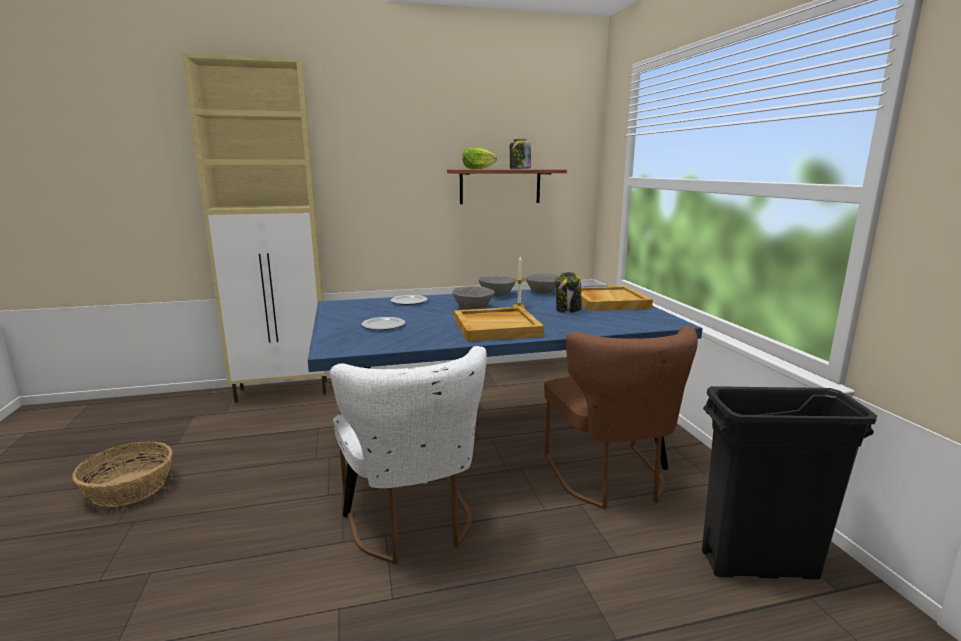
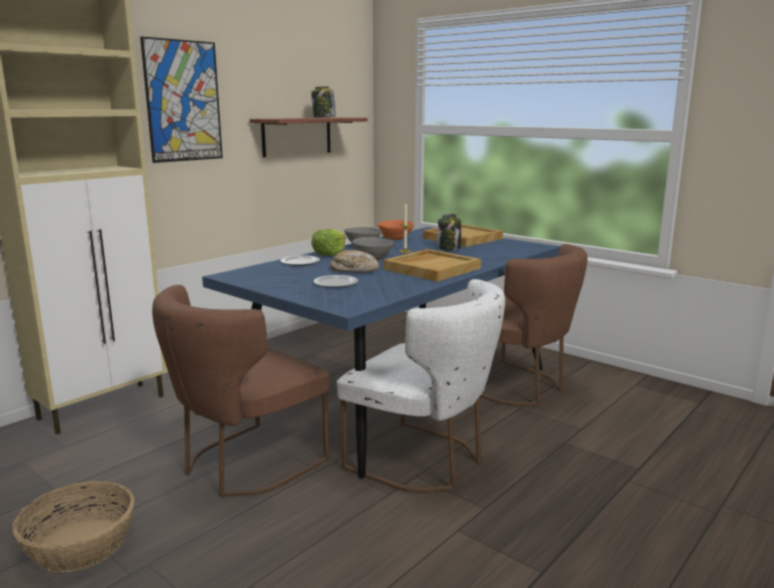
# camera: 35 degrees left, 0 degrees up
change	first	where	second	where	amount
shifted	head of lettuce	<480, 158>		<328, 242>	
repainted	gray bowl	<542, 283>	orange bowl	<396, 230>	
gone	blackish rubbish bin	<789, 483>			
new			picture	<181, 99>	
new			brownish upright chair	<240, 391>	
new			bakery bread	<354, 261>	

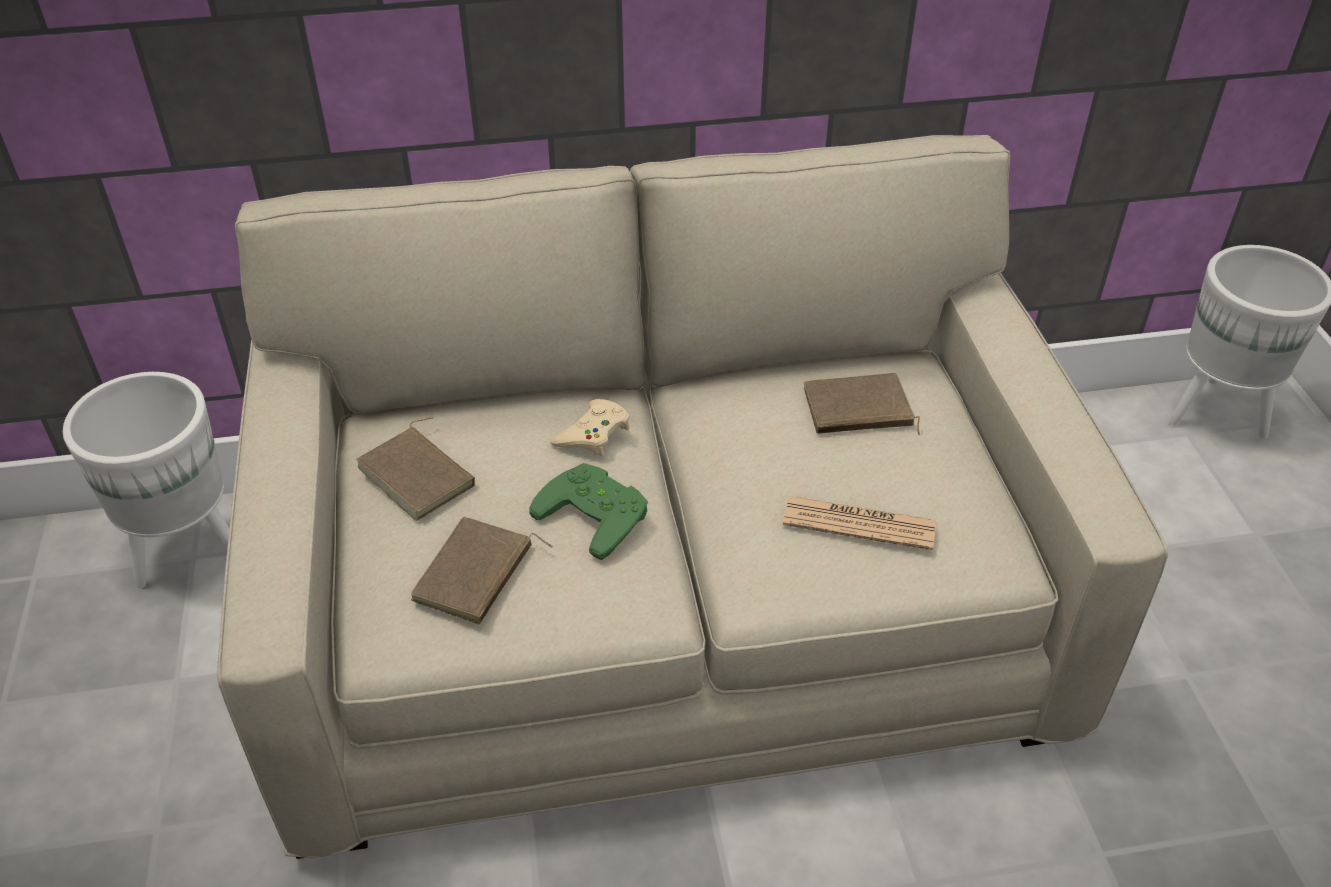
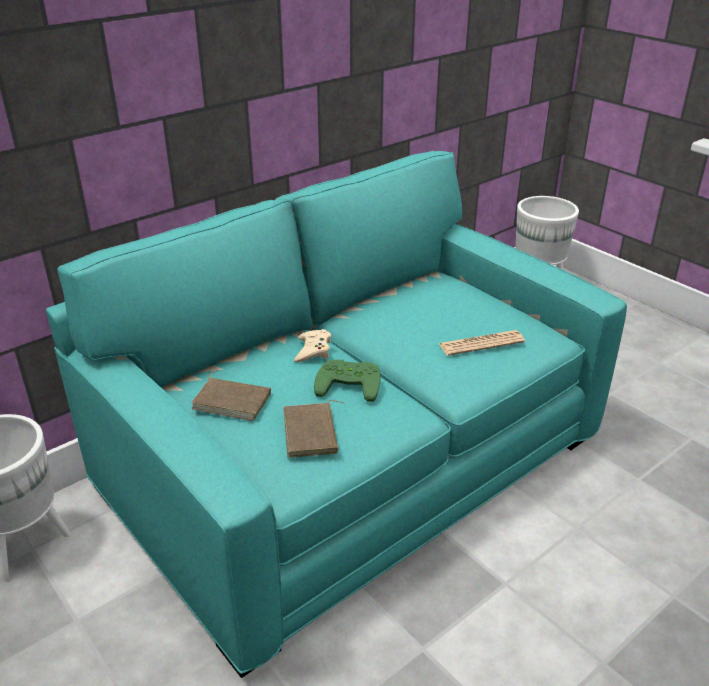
# camera: 30 degrees left, 10 degrees down
change	first	where	second	where	amount
repainted	sand-coloured sofa	<692, 497>	turquoise-coloured sofa	<336, 414>	
gone	brownish volume	<861, 404>			

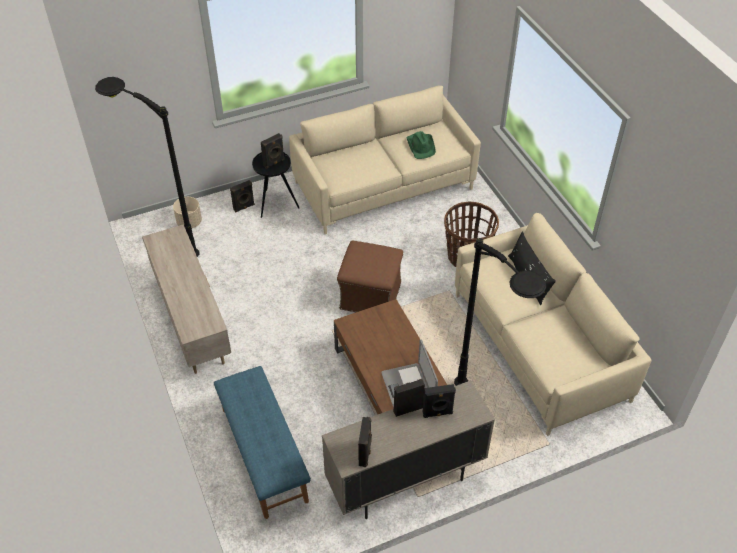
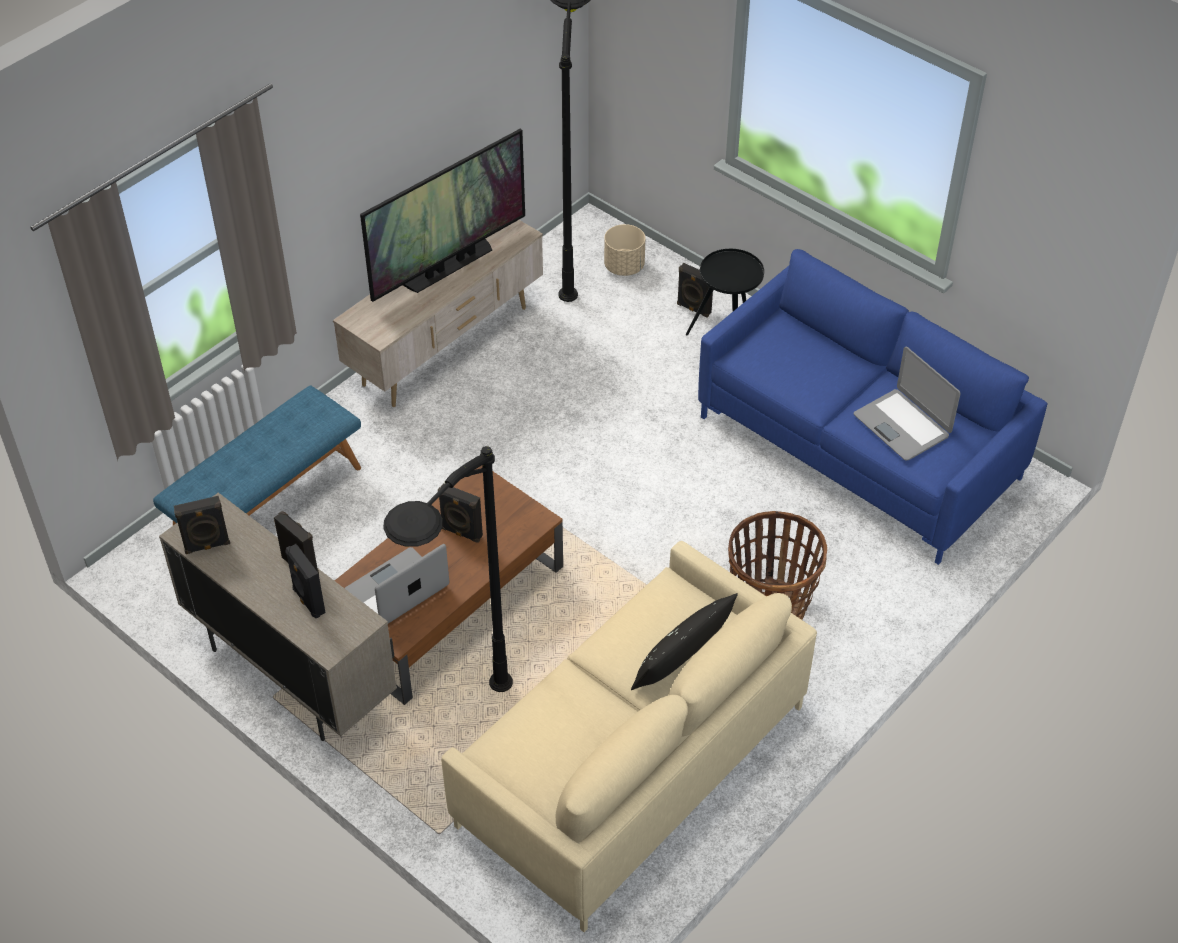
# camera: 65 degrees right, 0 degrees up
change	first	where	second	where	amount
shifted	blackish speaker	<273, 151>		<460, 513>	
repainted	sand-coloured sofa	<385, 160>	bluish sofa	<872, 407>	
gone	brownish ottoman	<370, 276>			
swapped	greenish hat	<421, 145>	laptop	<907, 404>	
new			TV	<442, 215>	

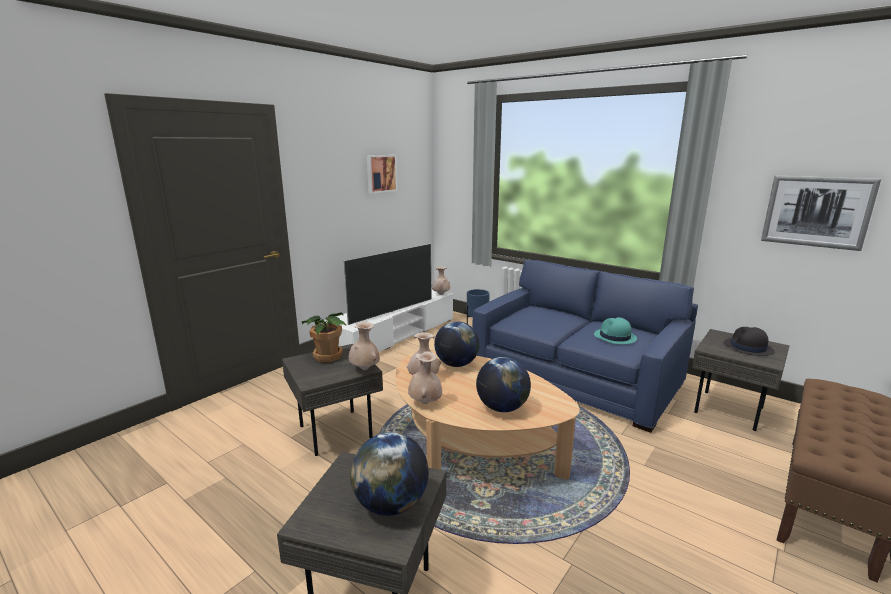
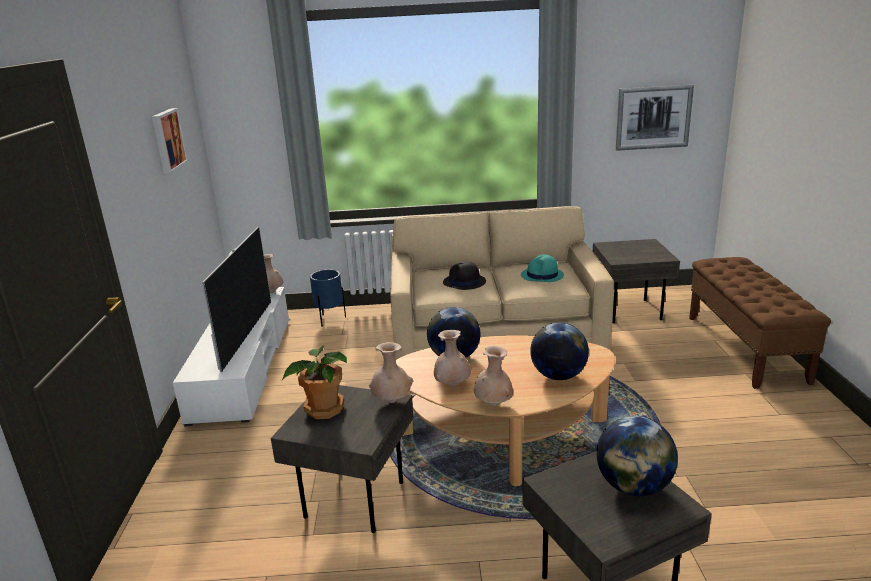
# camera: 40 degrees left, 5 degrees up
change	first	where	second	where	amount
repainted	bluish sofa	<585, 346>	sand-coloured sofa	<502, 283>	
shifted	blackish hat	<749, 341>		<464, 275>	

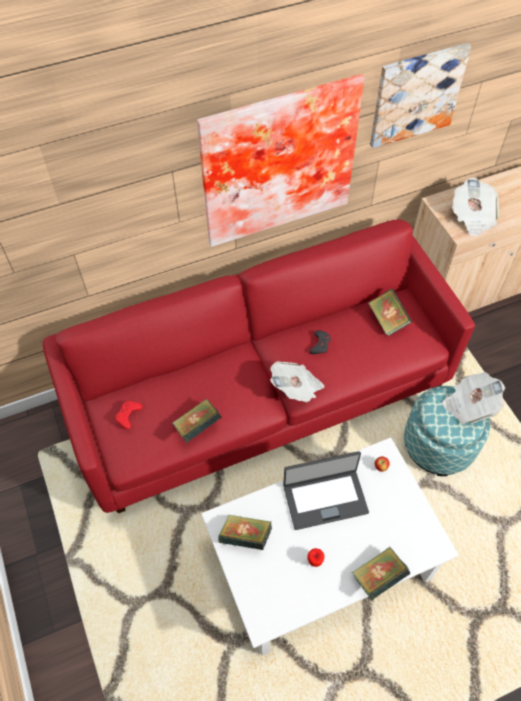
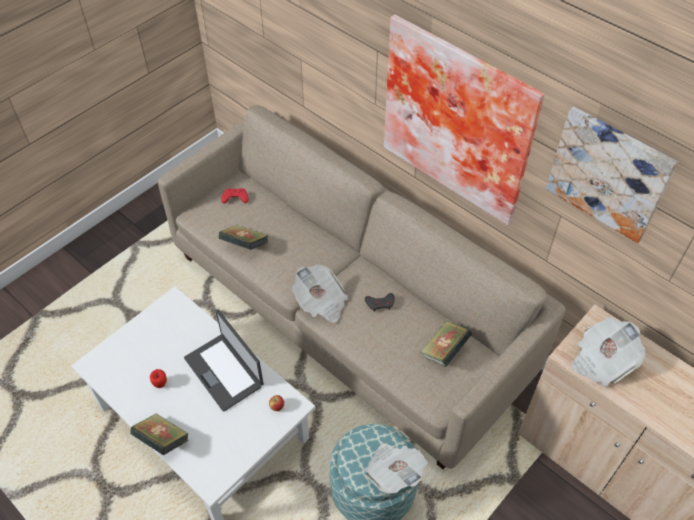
# camera: 65 degrees right, 5 degrees down
change	first	where	second	where	amount
repainted	red sofa	<259, 366>	sand-coloured sofa	<361, 287>	
gone	volume	<245, 532>			

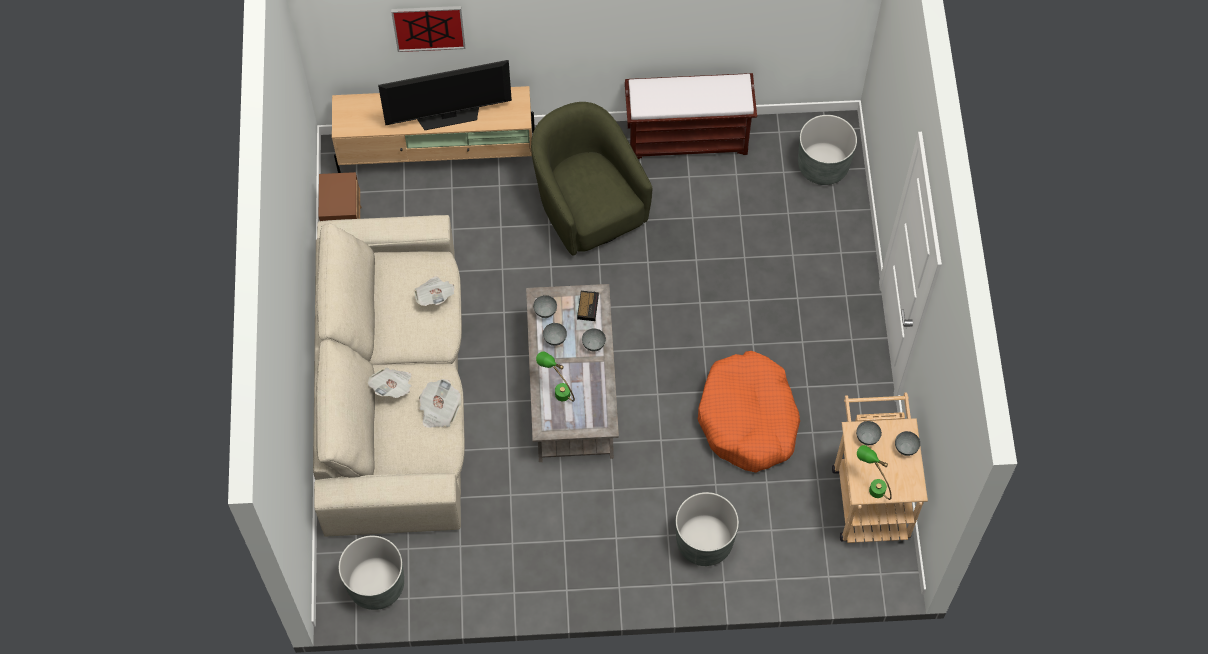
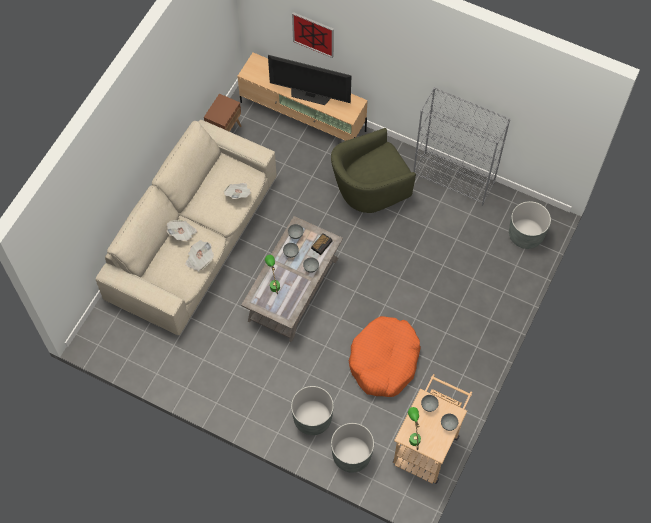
# camera: 30 degrees right, 0 degrees up
change	first	where	second	where	amount
shifted	gray planter	<371, 573>		<352, 447>	
rotated	greenish easy chair	<591, 179>		<373, 170>	120 degrees counterclockwise
swapped	brownish indoor bench	<691, 116>	gray shelving unit	<461, 146>	

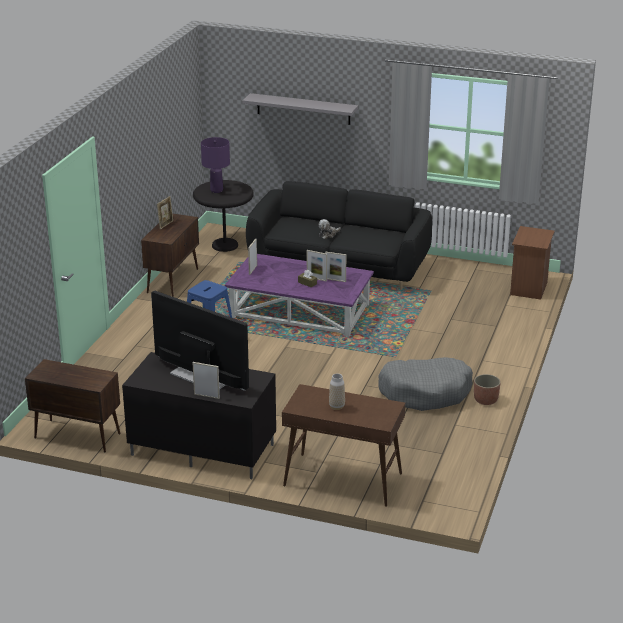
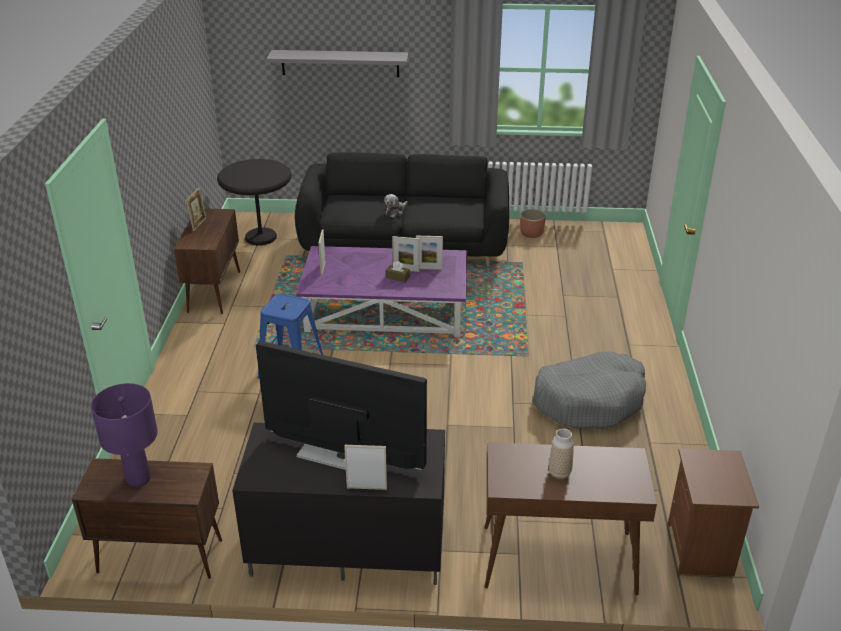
# camera: 15 degrees left, 5 degrees up
change	first	where	second	where	amount
shifted	purple tabletop lamp	<215, 165>		<124, 435>	
shifted	planter	<487, 389>		<533, 223>	
shifted	brownish nightstand	<532, 263>		<713, 513>	

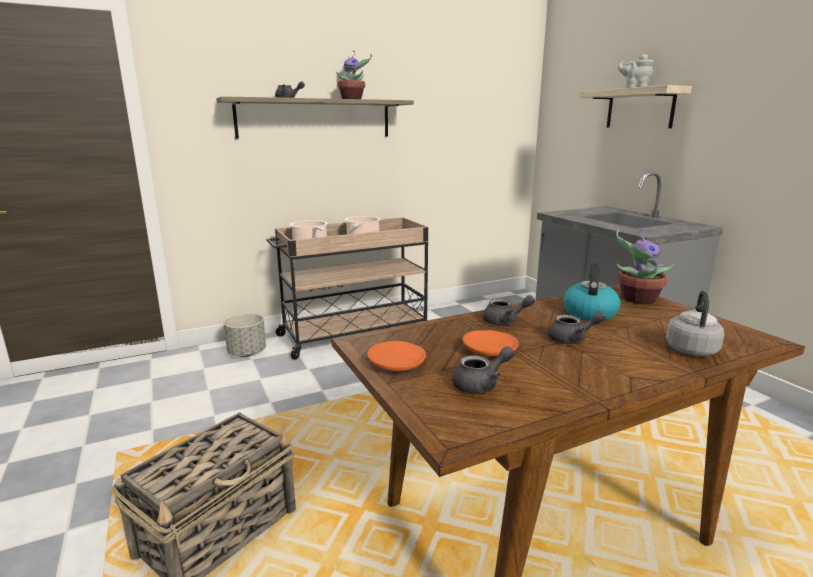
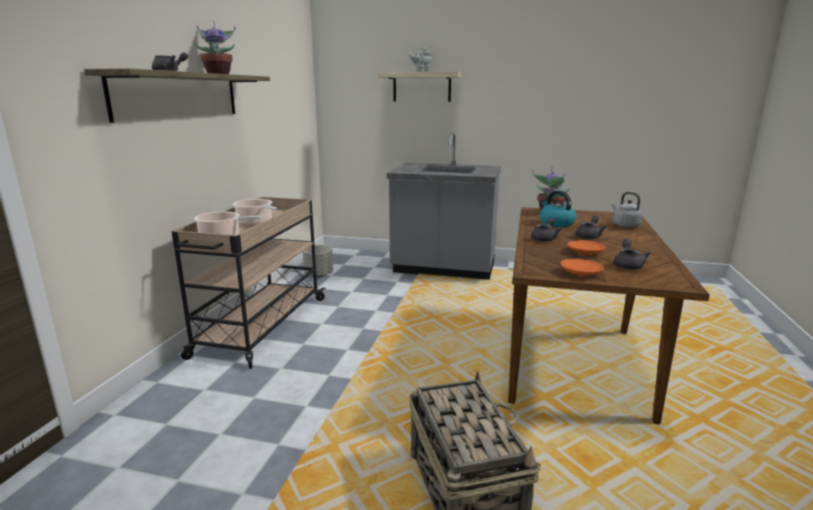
# camera: 50 degrees left, 0 degrees up
change	first	where	second	where	amount
shifted	gray planter	<245, 335>		<318, 261>	

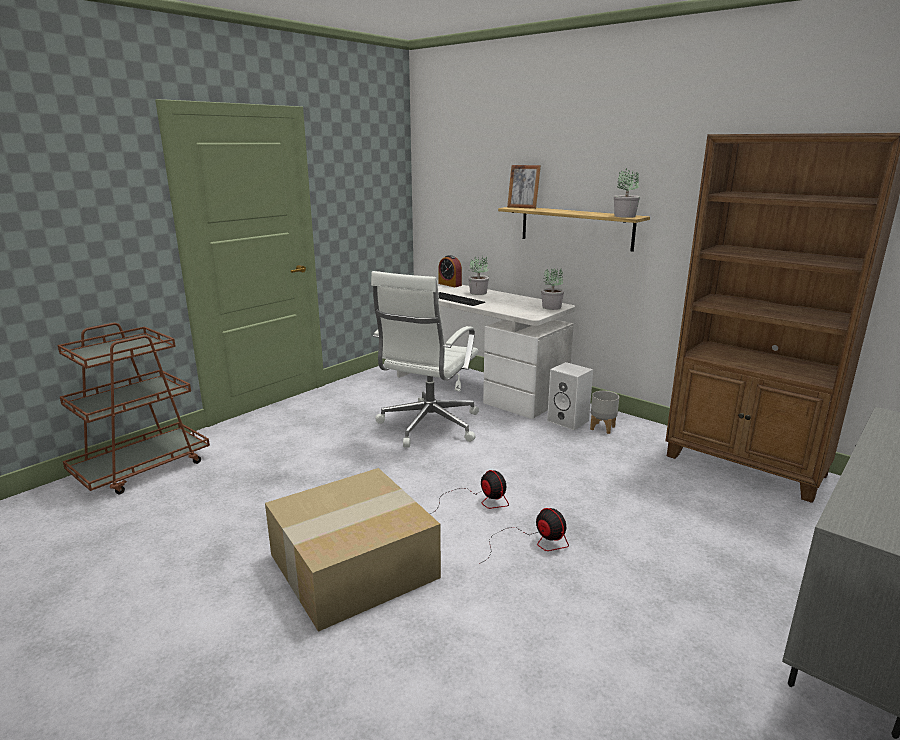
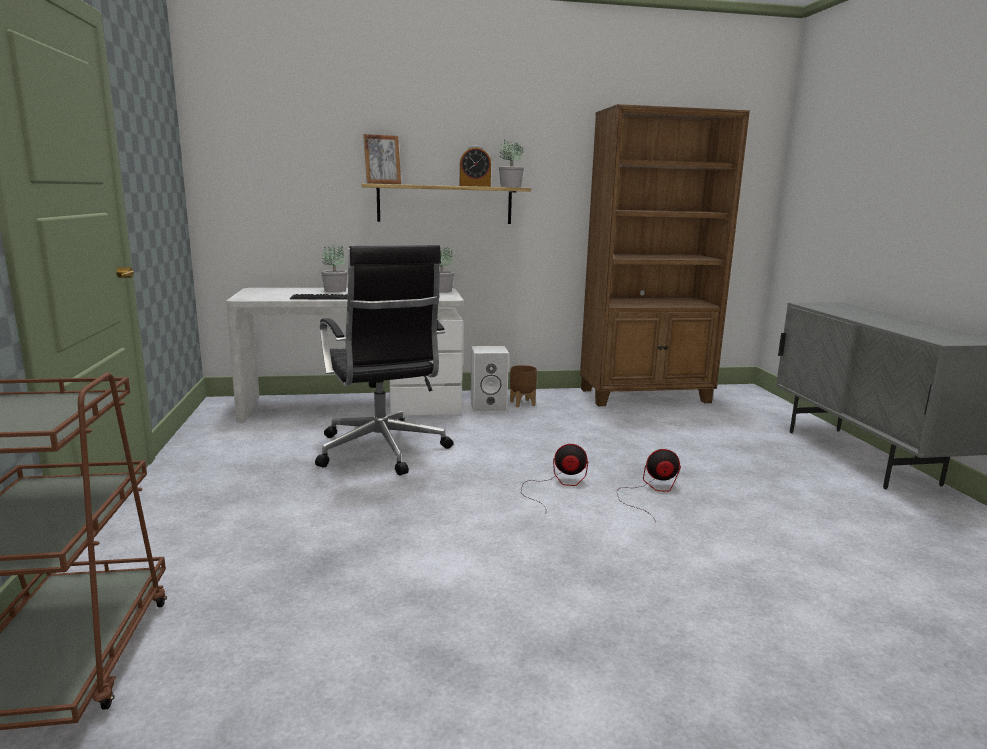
# camera: 50 degrees left, 5 degrees down
change	first	where	second	where	amount
gone	carton	<353, 550>			
repainted	white computer chair	<425, 359>	blackish computer chair	<384, 360>	
shifted	table clock	<450, 271>		<475, 166>	
repainted	gray planter	<604, 412>	brownish planter	<523, 386>	

